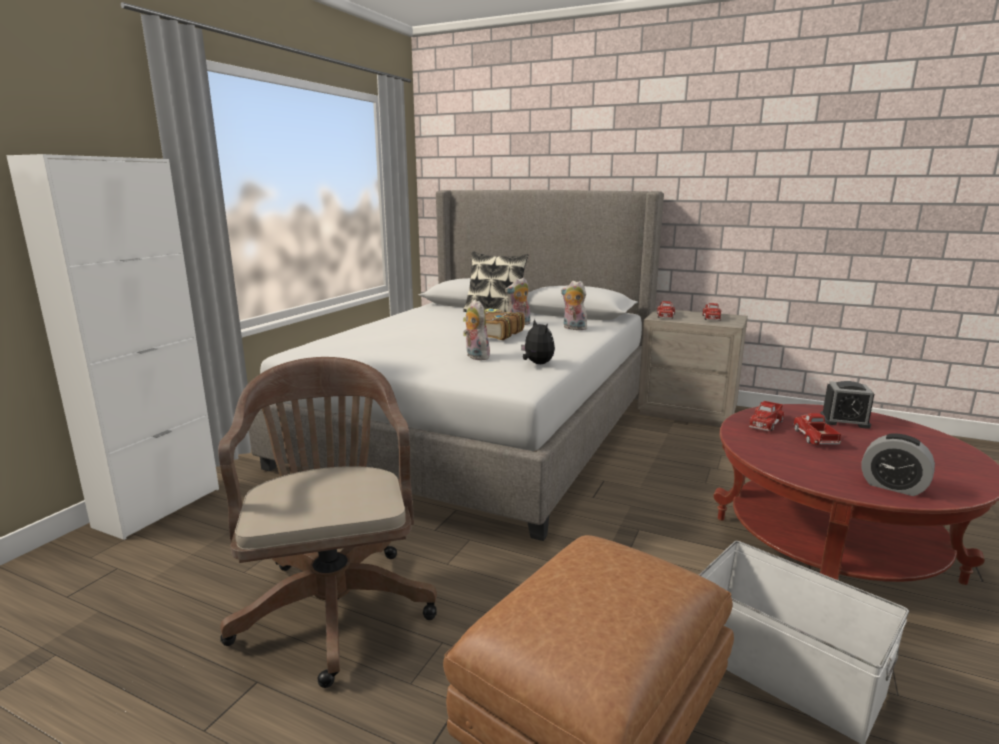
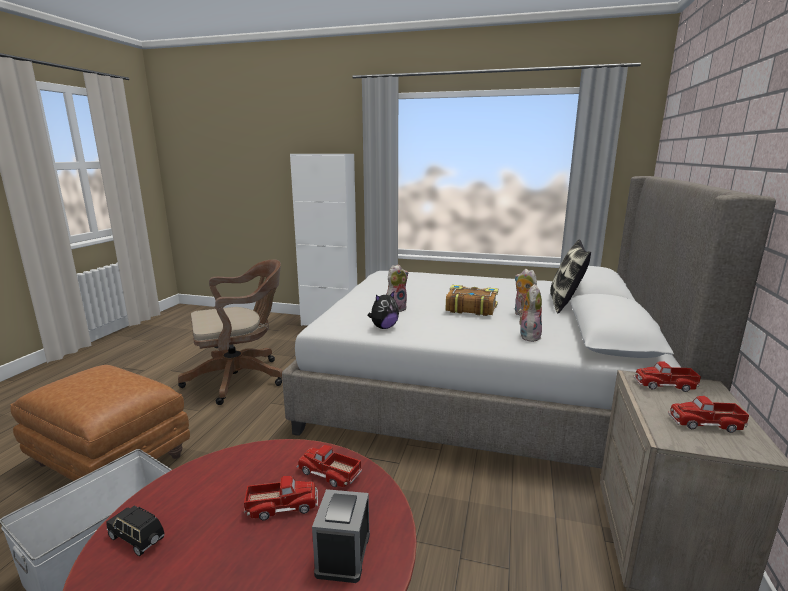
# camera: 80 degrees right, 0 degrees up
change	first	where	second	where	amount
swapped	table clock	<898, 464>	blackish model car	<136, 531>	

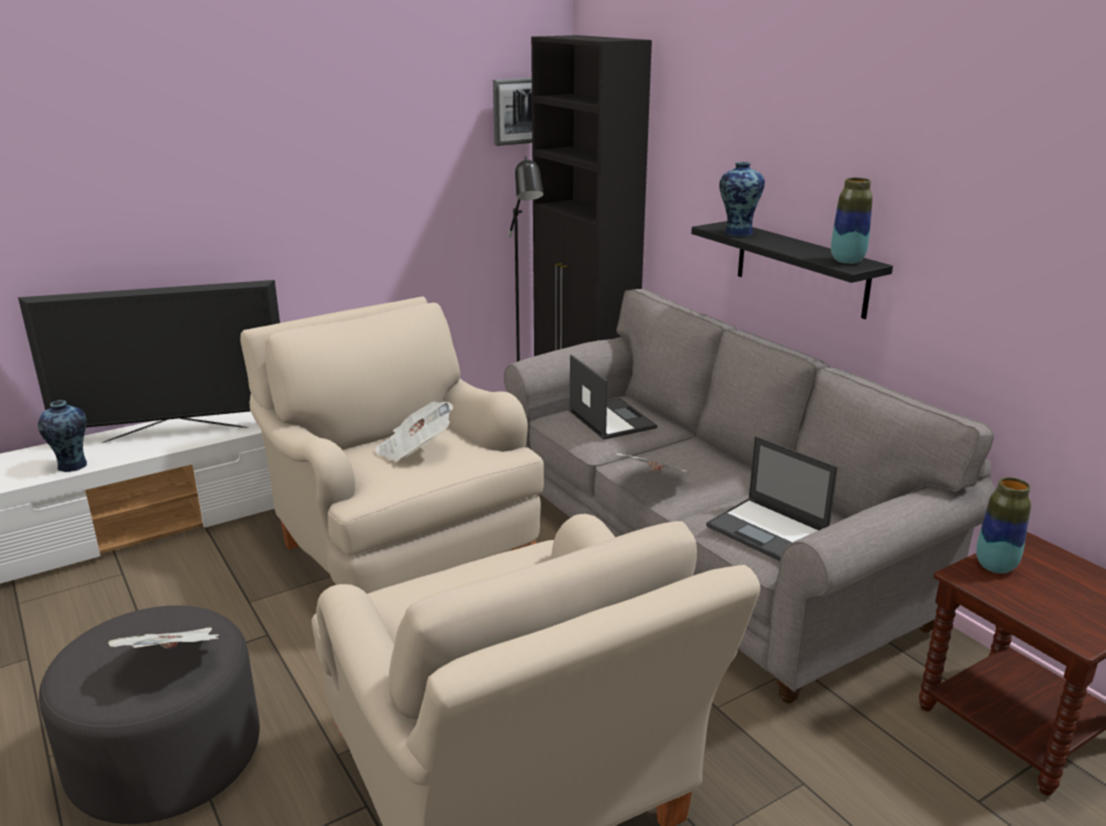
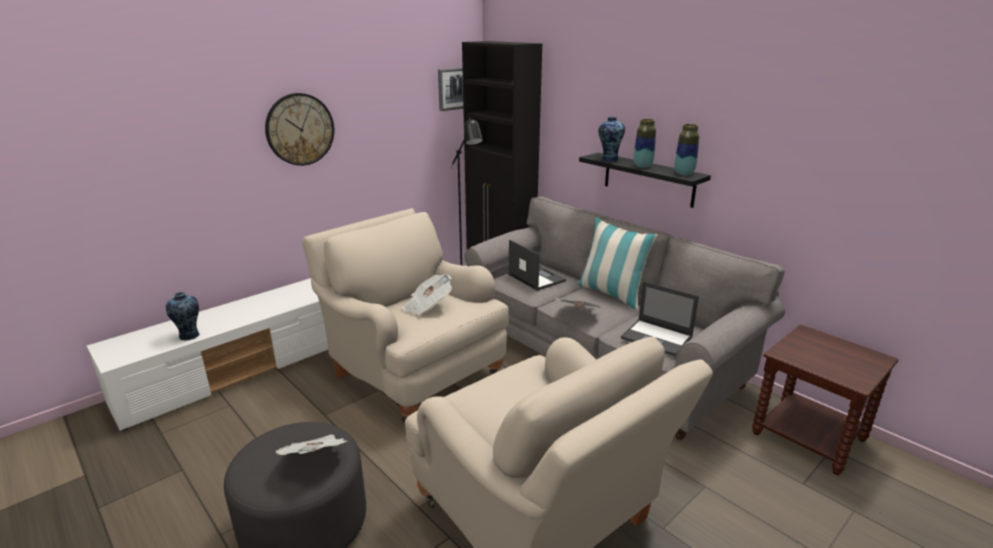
# camera: 10 degrees left, 0 degrees up
change	first	where	second	where	amount
gone	TV	<149, 361>			
shifted	vase	<1003, 525>		<644, 143>	
new			clock on the wall	<299, 129>	
new			cushion	<618, 263>	

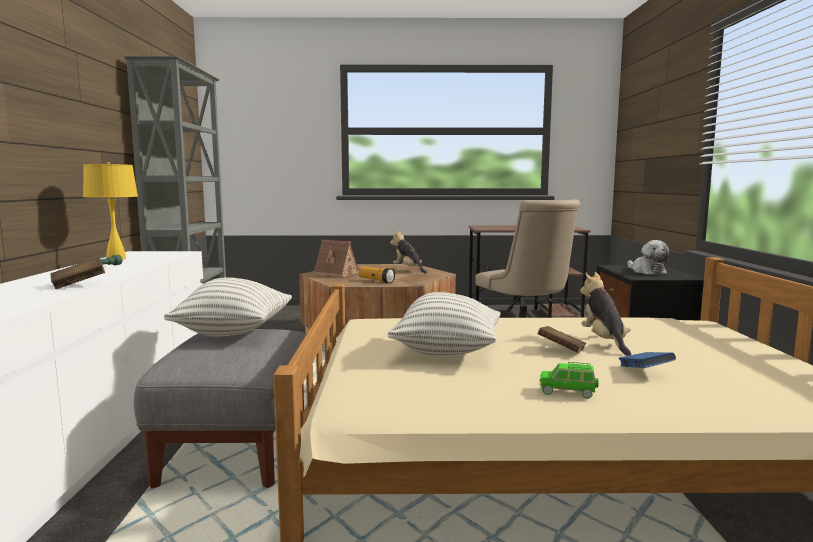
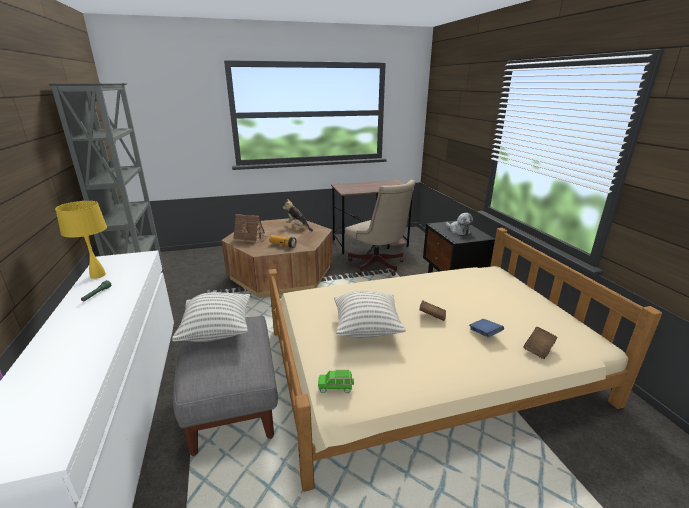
# camera: 15 degrees left, 15 degrees up
change	first	where	second	where	amount
shifted	brownish volume	<77, 273>		<540, 343>	
shifted	greenish model car	<569, 380>		<336, 381>	
gone	soft toy	<605, 314>			

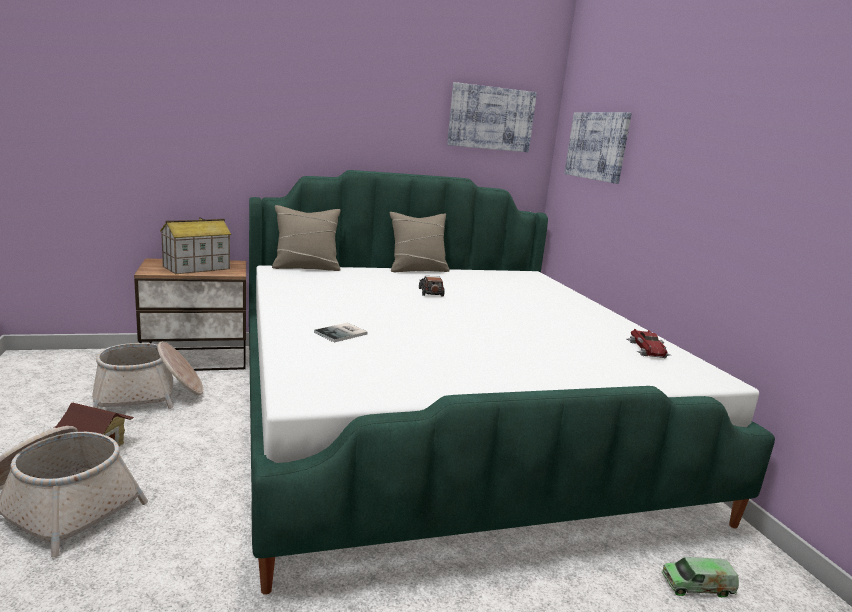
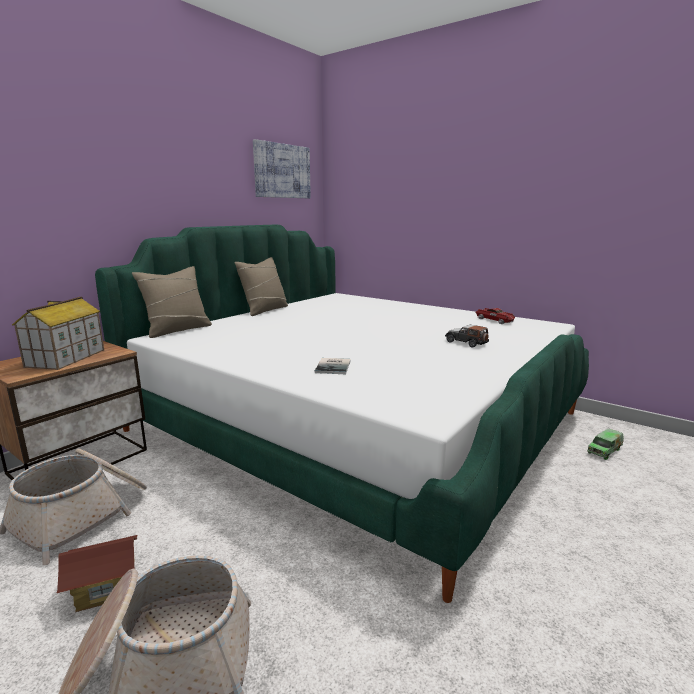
# camera: 35 degrees left, 0 degrees up
change	first	where	second	where	amount
shifted	model car	<431, 286>		<467, 336>	
gone	picture	<598, 148>			

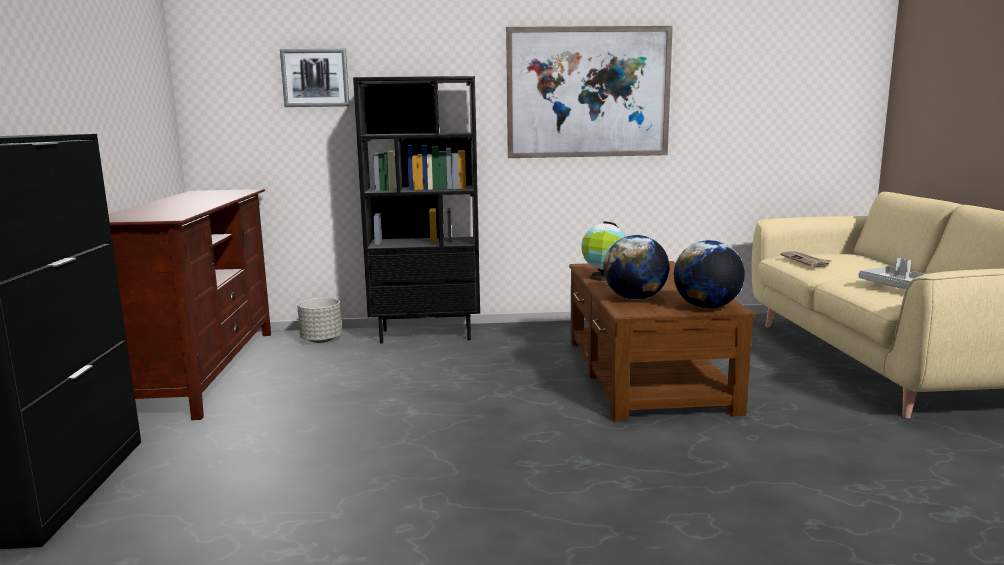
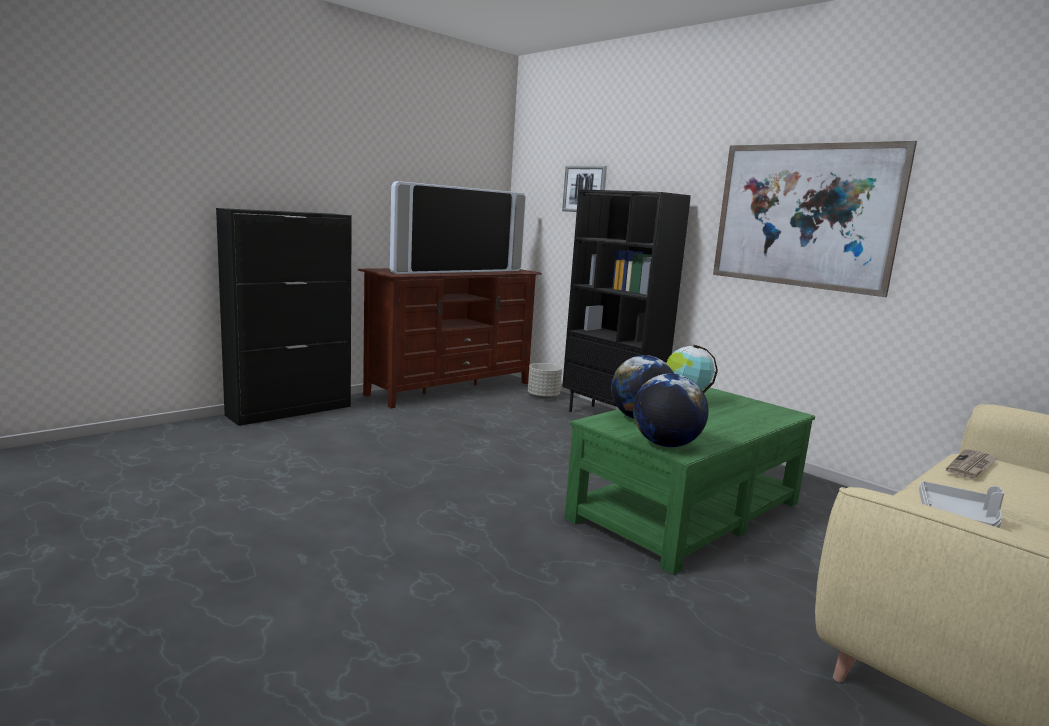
# camera: 50 degrees right, 0 degrees up
change	first	where	second	where	amount
repainted	brownish low table	<662, 341>	greenish low table	<690, 481>	
new			TV	<458, 227>	

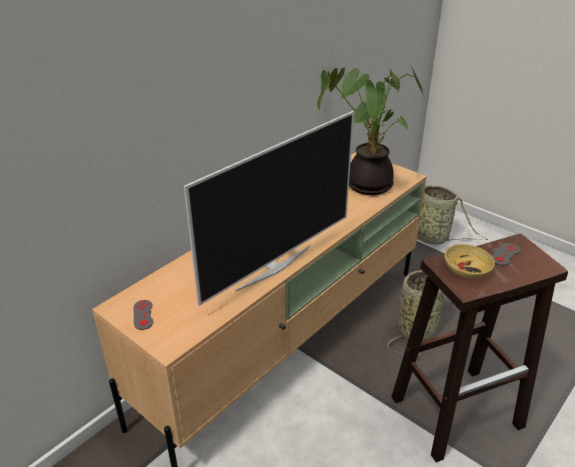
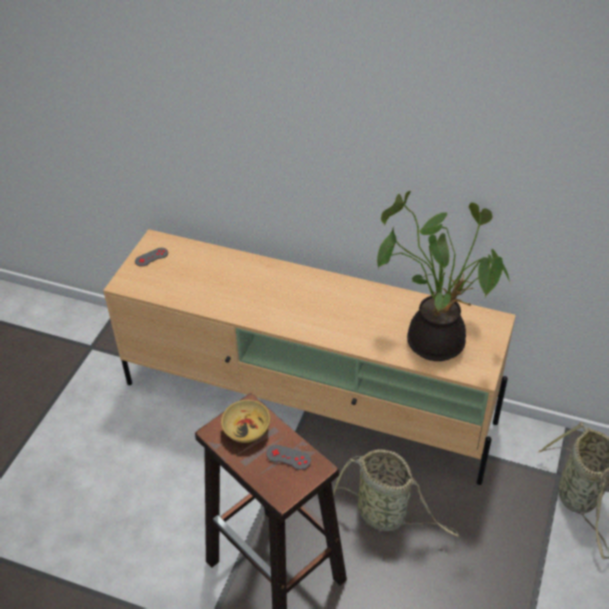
# camera: 70 degrees right, 10 degrees up
change	first	where	second	where	amount
gone	TV	<269, 208>			

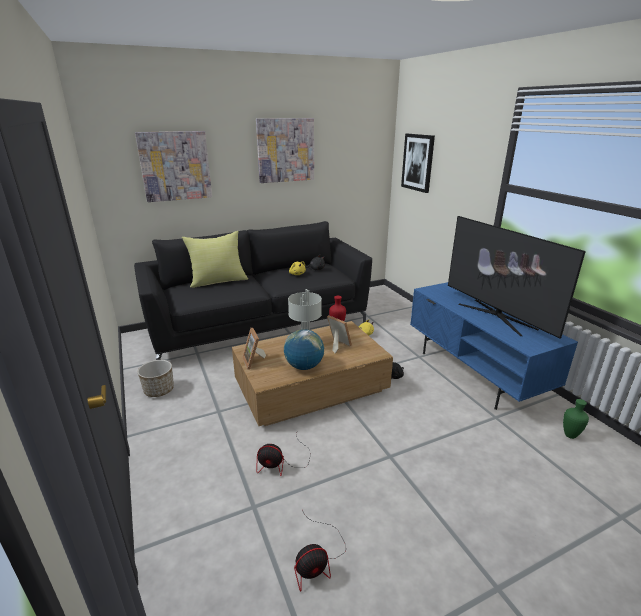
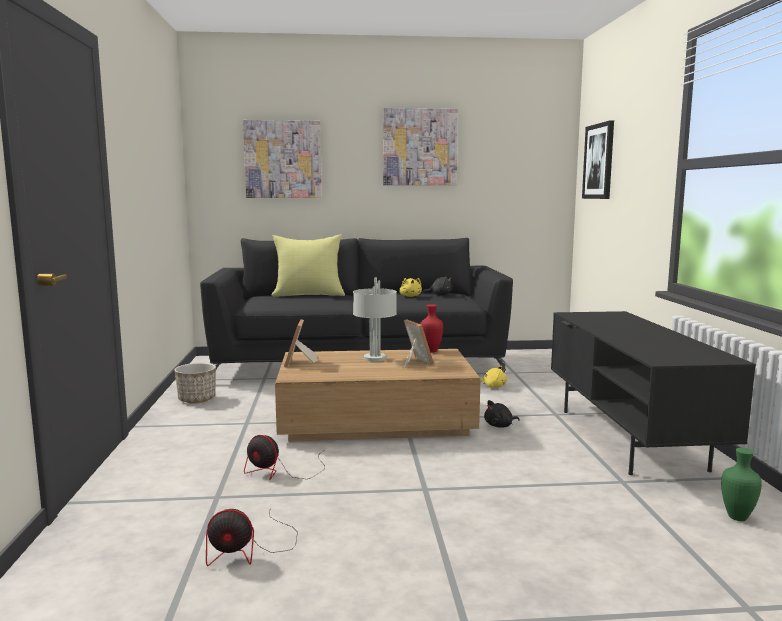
# camera: 20 degrees right, 15 degrees down
change	first	where	second	where	amount
gone	globe	<304, 349>			
repainted	bluish tv unit	<494, 346>	blackish tv unit	<653, 393>	
gone	TV	<517, 277>			

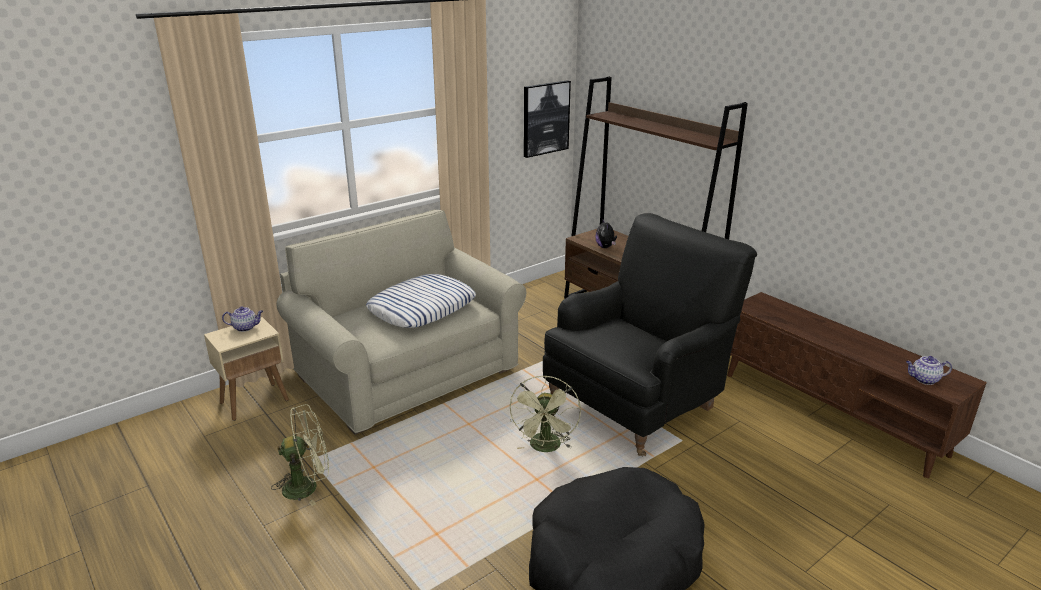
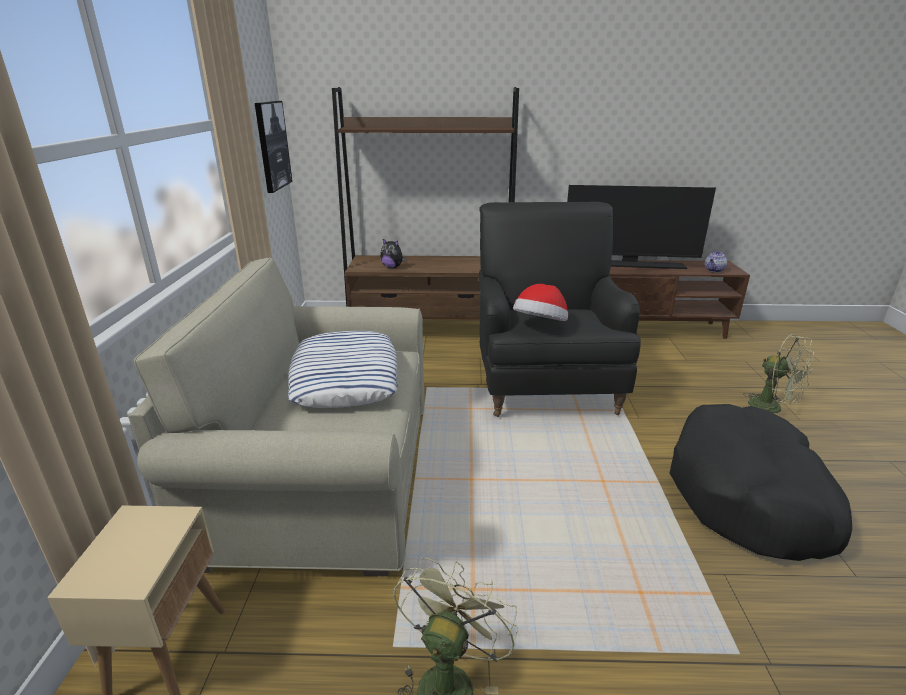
# camera: 50 degrees left, 0 degrees up
change	first	where	second	where	amount
gone	teapot	<242, 319>			
shifted	greenish fan	<545, 413>		<778, 373>	
new			hat	<540, 302>	
new			TV	<641, 227>	

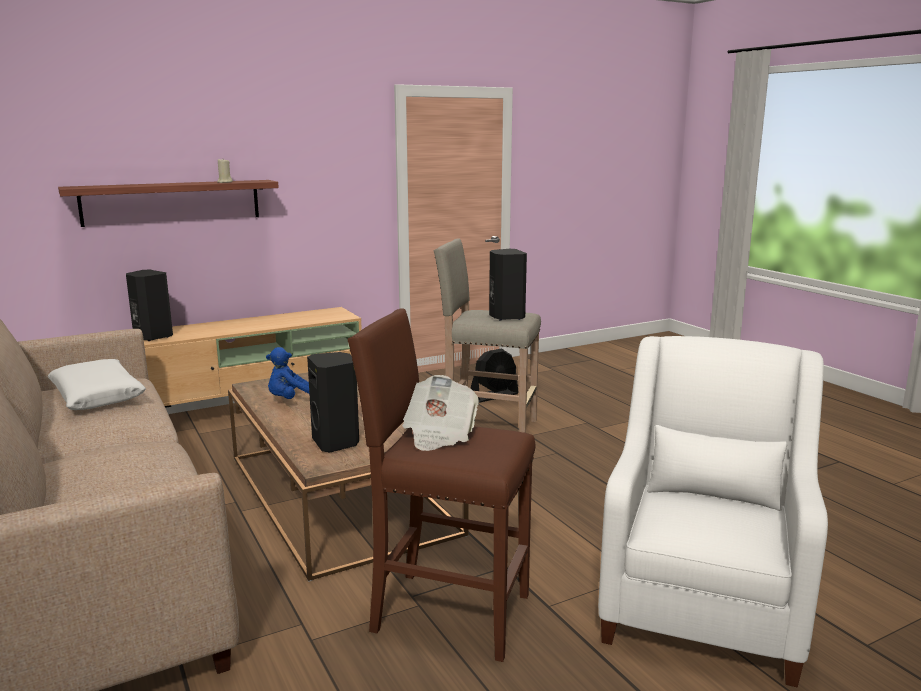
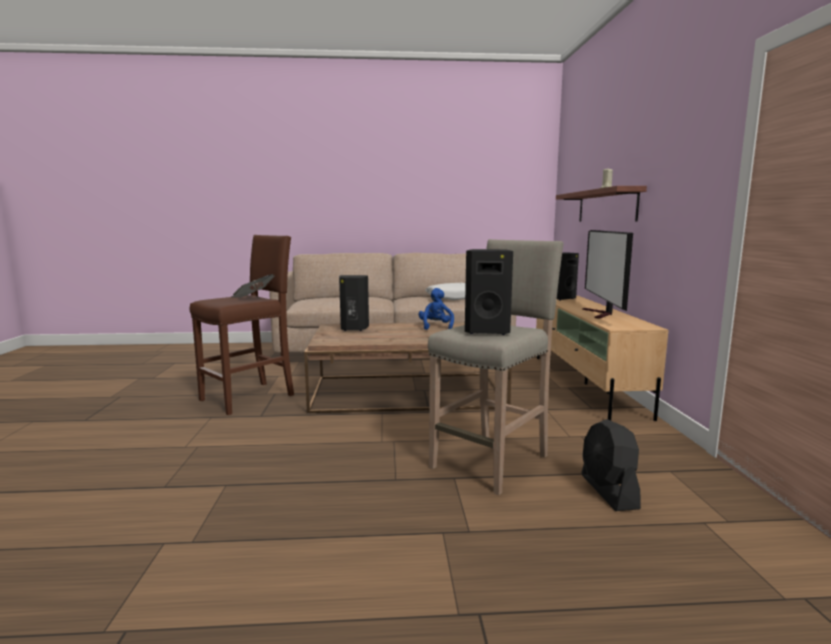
# camera: 115 degrees right, 5 degrees down
change	first	where	second	where	amount
gone	white easy chair	<713, 511>			
new			TV	<607, 274>	

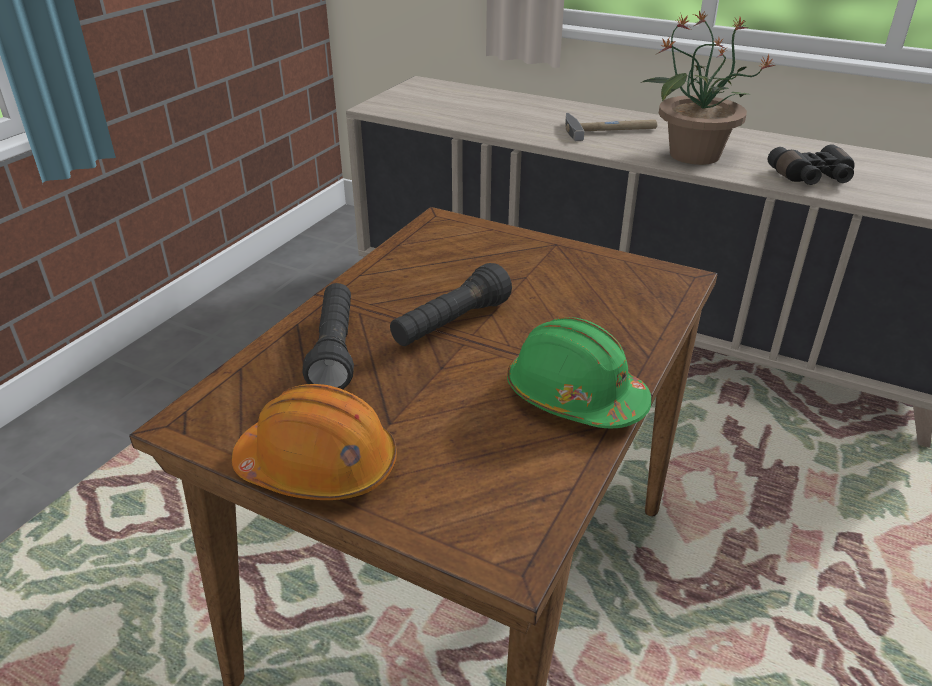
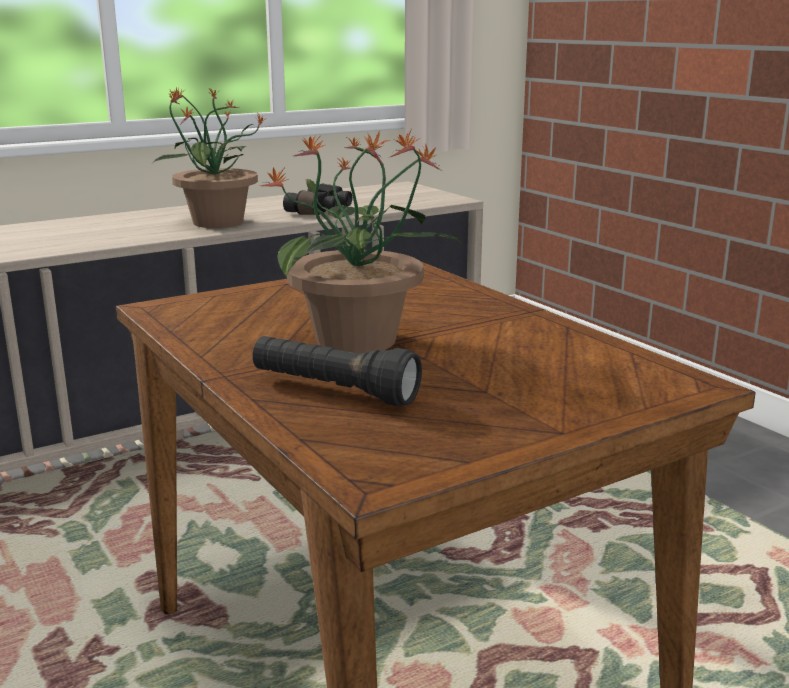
# camera: 60 degrees left, 15 degrees down
change	first	where	second	where	amount
gone	orange safety helmet	<314, 442>			
swapped	blackish flashlight	<451, 304>	potted plant	<361, 241>	
gone	greenish safety helmet	<579, 372>			
gone	hand hammer	<611, 127>			

